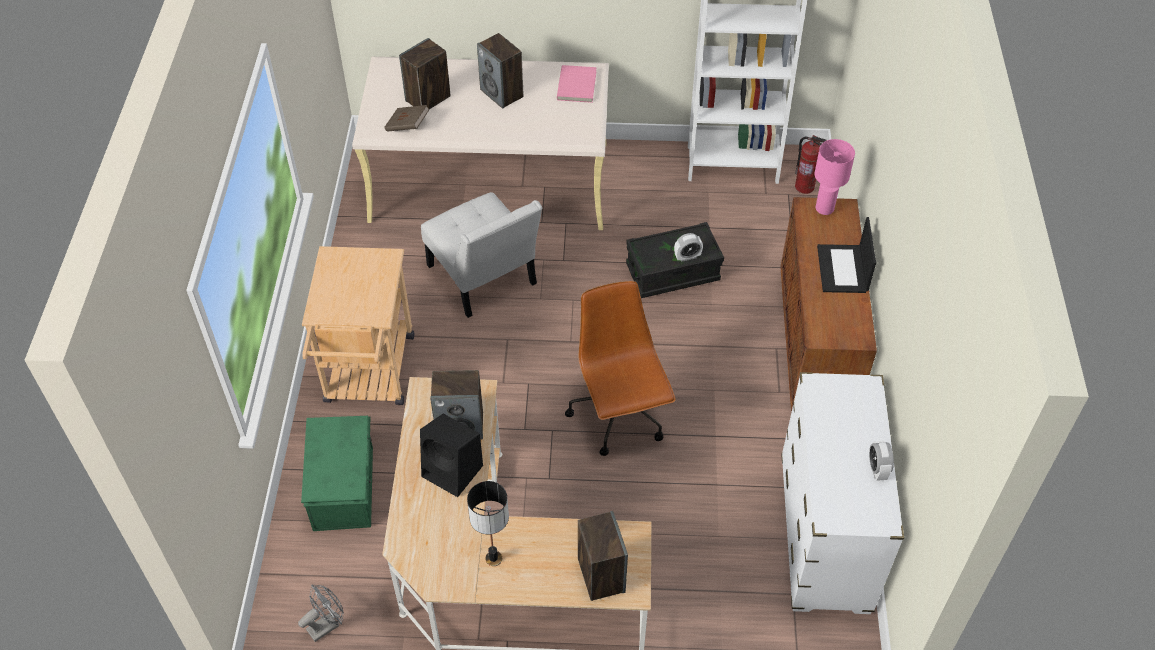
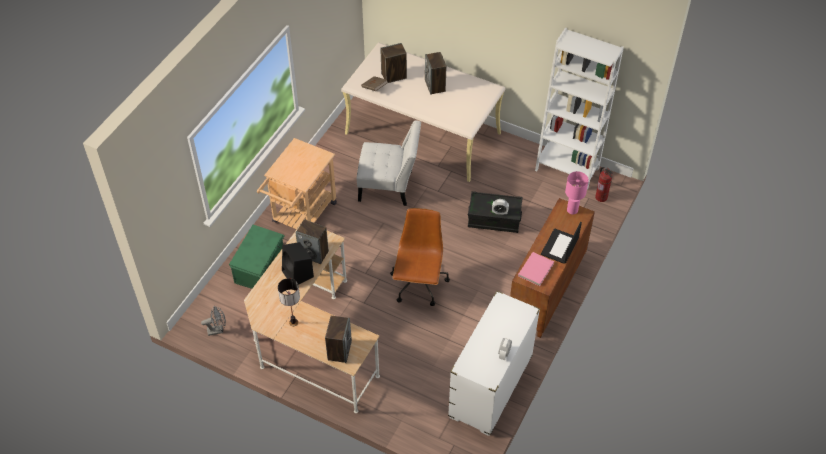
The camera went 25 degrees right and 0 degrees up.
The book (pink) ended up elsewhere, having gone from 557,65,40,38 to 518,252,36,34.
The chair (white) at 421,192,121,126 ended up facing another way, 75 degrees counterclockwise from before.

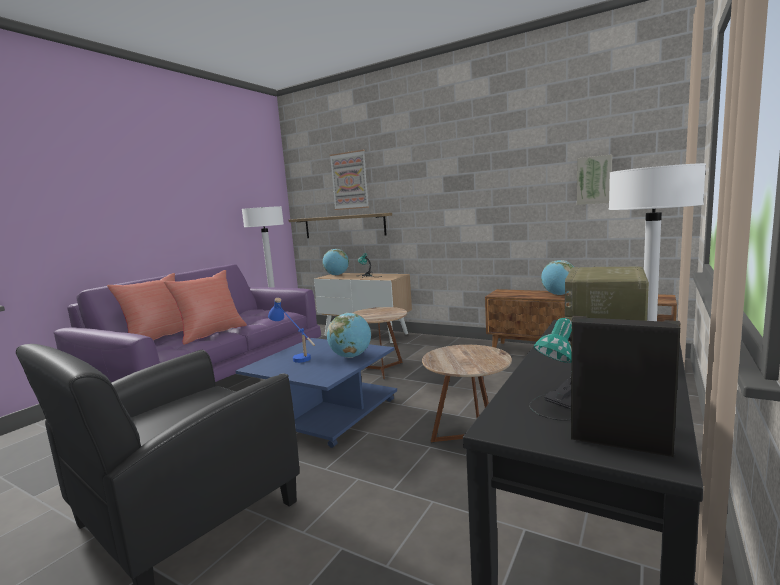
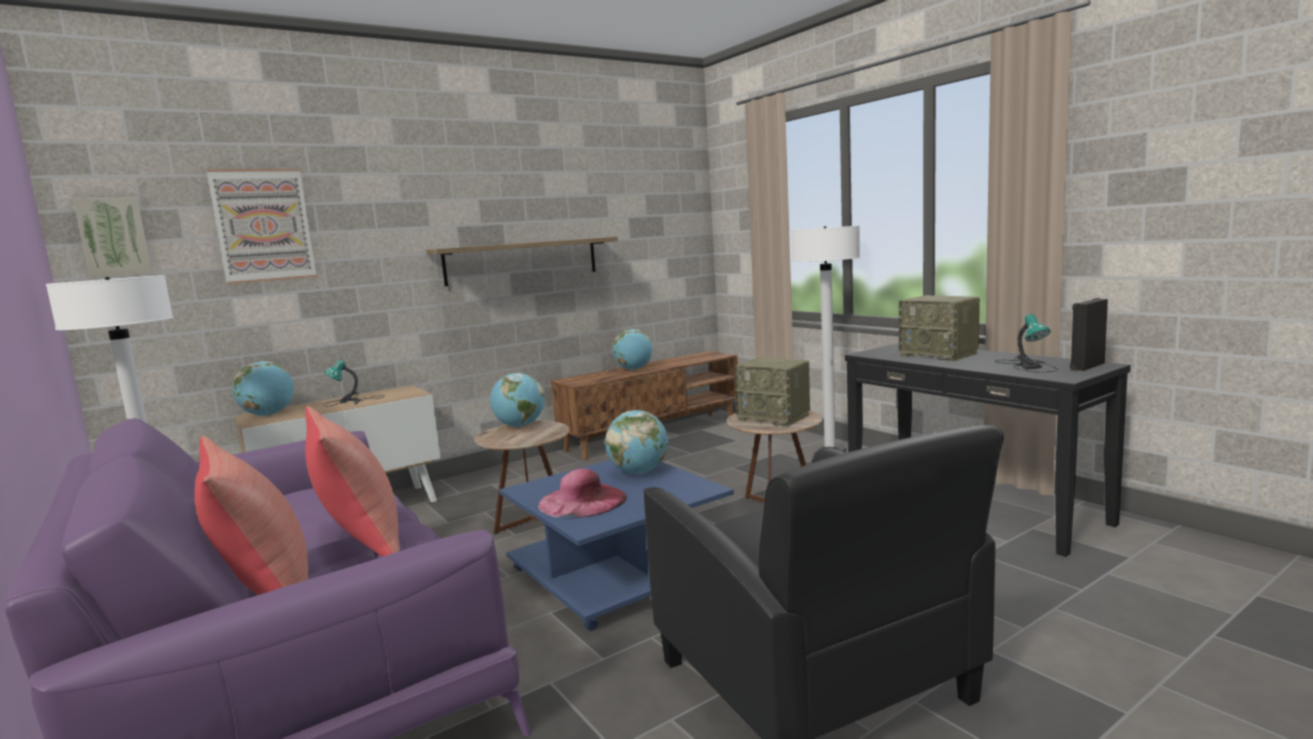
The camera went 65 degrees left and 0 degrees up.
The picture ended up elsewhere, having gone from 577,154,35,51 to 73,198,79,80.
The shelf ended up elsewhere, having gone from 289,213,103,25 to 426,237,192,49.
Where the table lamp (blue) stood at 268,298,47,65, the hat (pink) came to stand at 538,469,89,50.
The second view gained the radio at 734,357,76,69.
The second view gained the globe at 490,373,55,54.

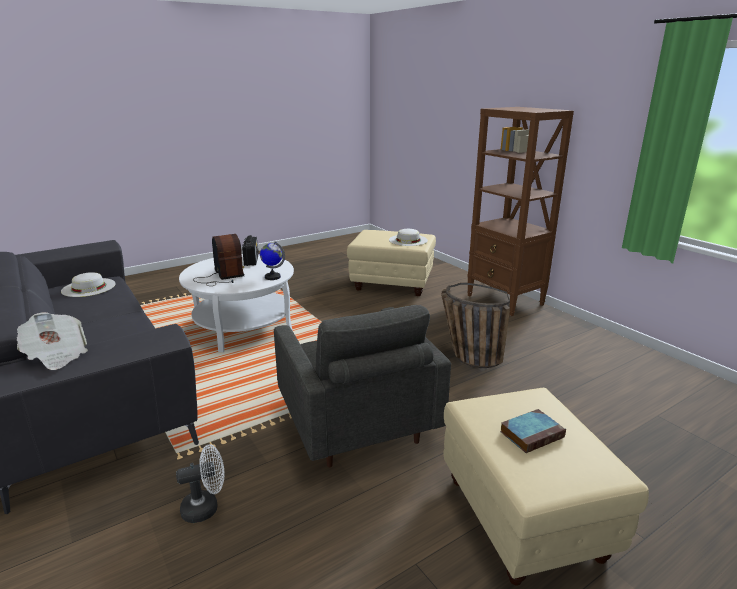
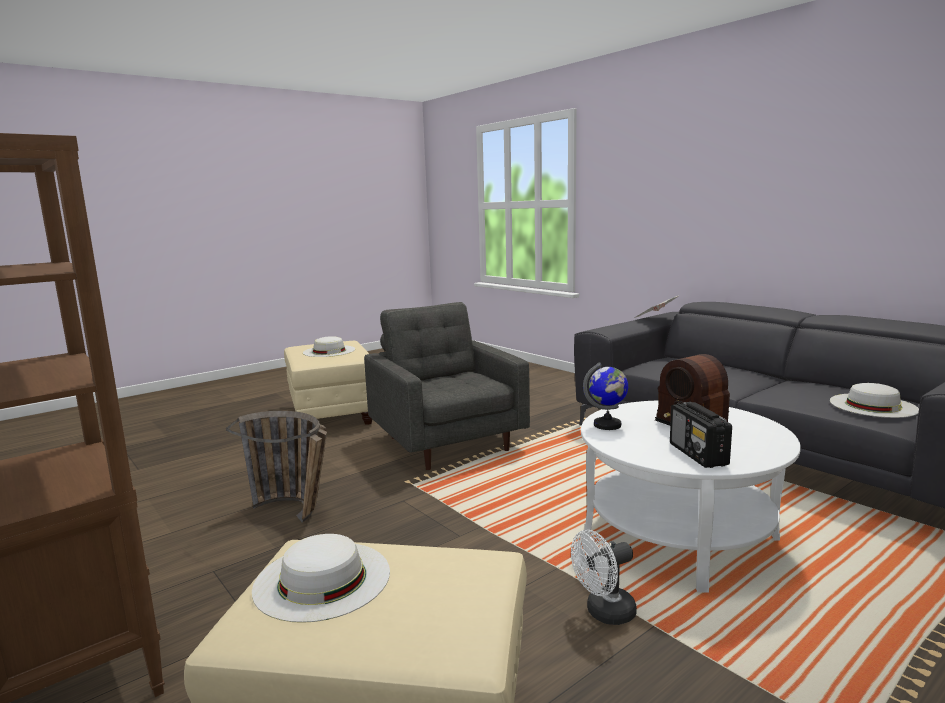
The camera went 175 degrees right and 10 degrees down.
Where the book stood at 500,409,66,44, the hat (white) came to stand at 303,336,52,21.
The fan (white) ended up elsewhere, having gone from 176,444,48,79 to 571,530,66,95.

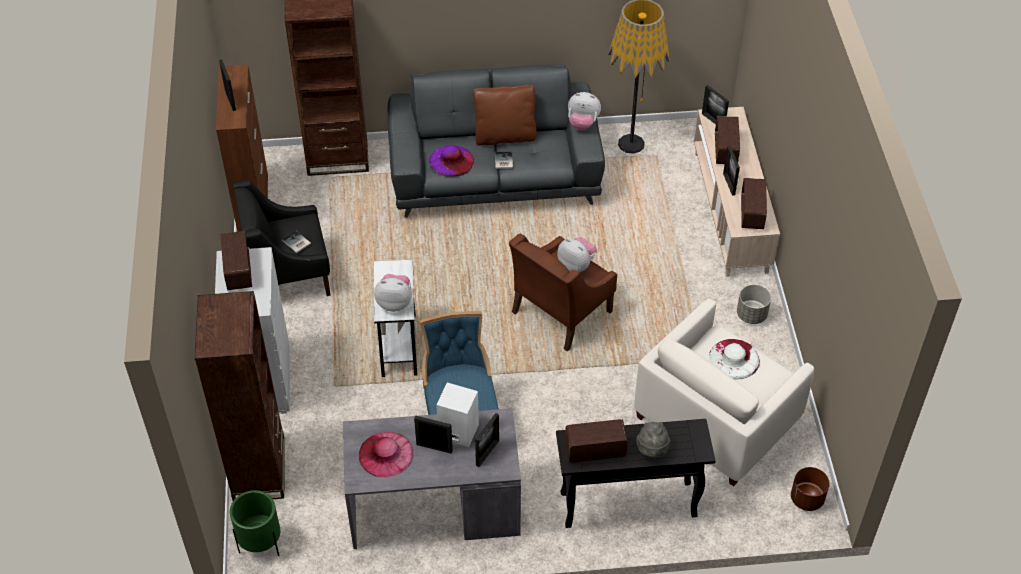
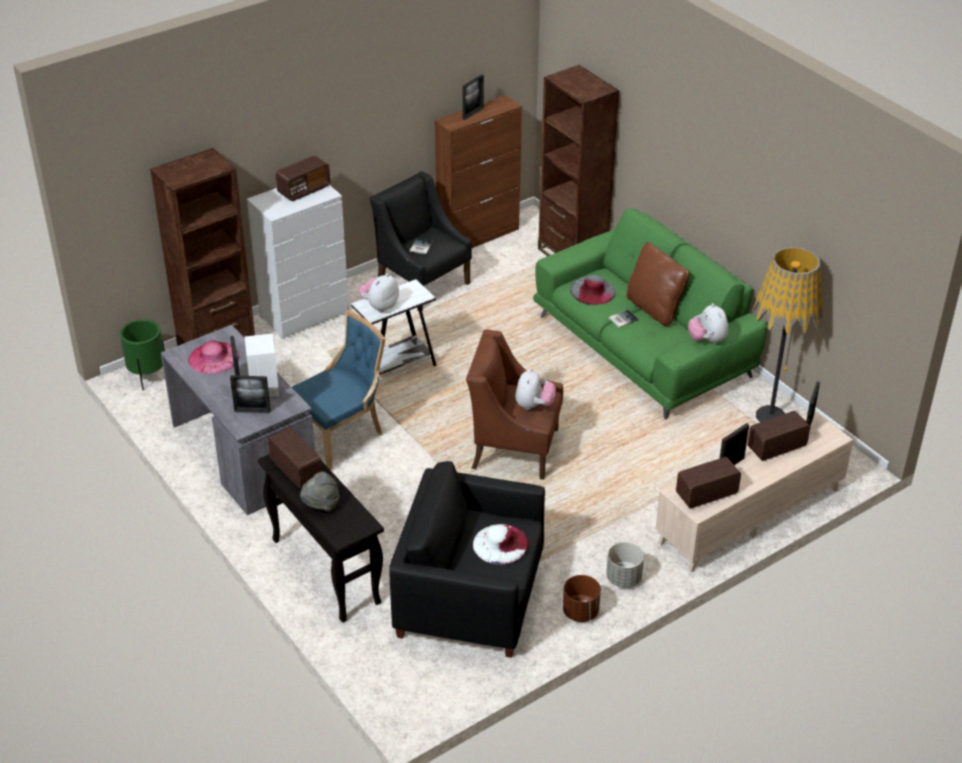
The camera went 60 degrees right and 10 degrees down.
What was the sofa (grey) at 387,64,218,154 turned into the sofa (green) at 533,208,234,212.
What was the hat (purple) at 429,145,45,32 turned into the hat (grey) at 570,275,46,30.
The plush toy at 374,274,38,38 ended up facing another way, 120 degrees counterclockwise from before.
What was the armchair (white) at 634,299,180,187 turned into the armchair (black) at 389,461,156,197.
The planter (brown) ended up elsewhere, having gone from 791,467,39,44 to 563,575,38,47.

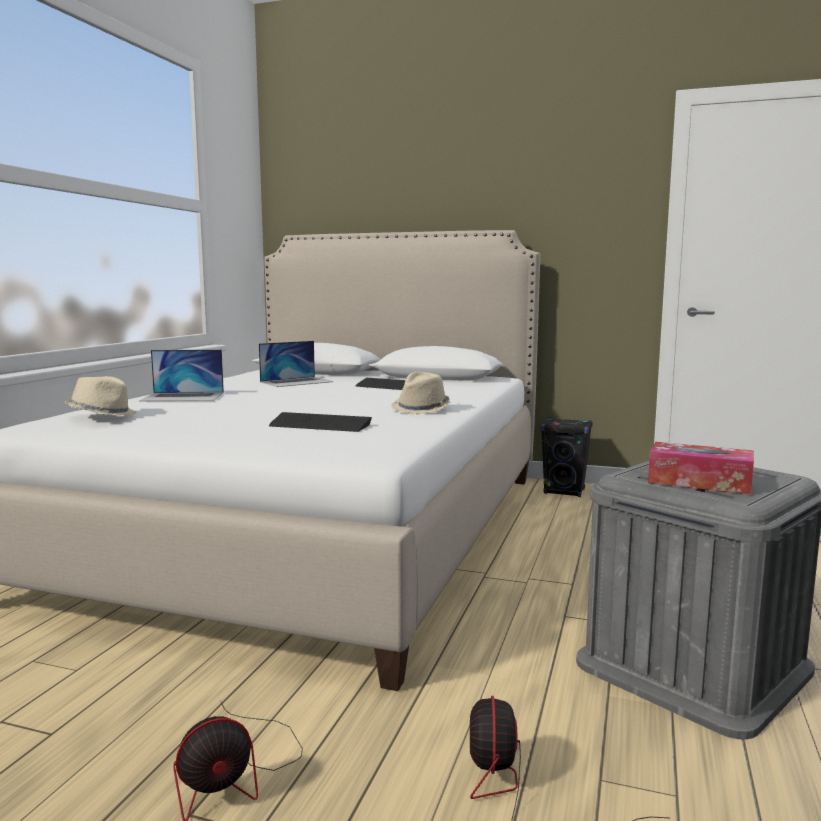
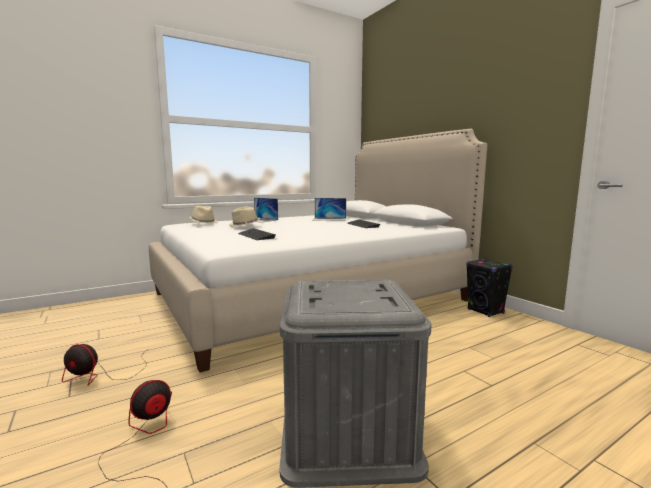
The camera went 40 degrees right and 0 degrees up.
The hat (beige) ended up elsewhere, having gone from 391,372,59,43 to 230,207,30,20.
The second view lost the tissue box at 648,442,106,52.

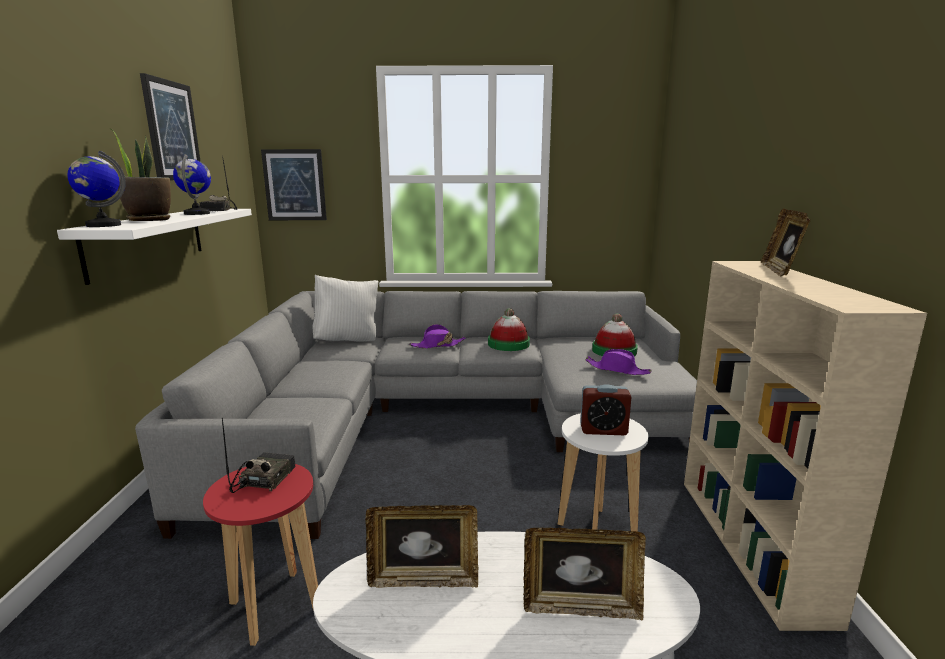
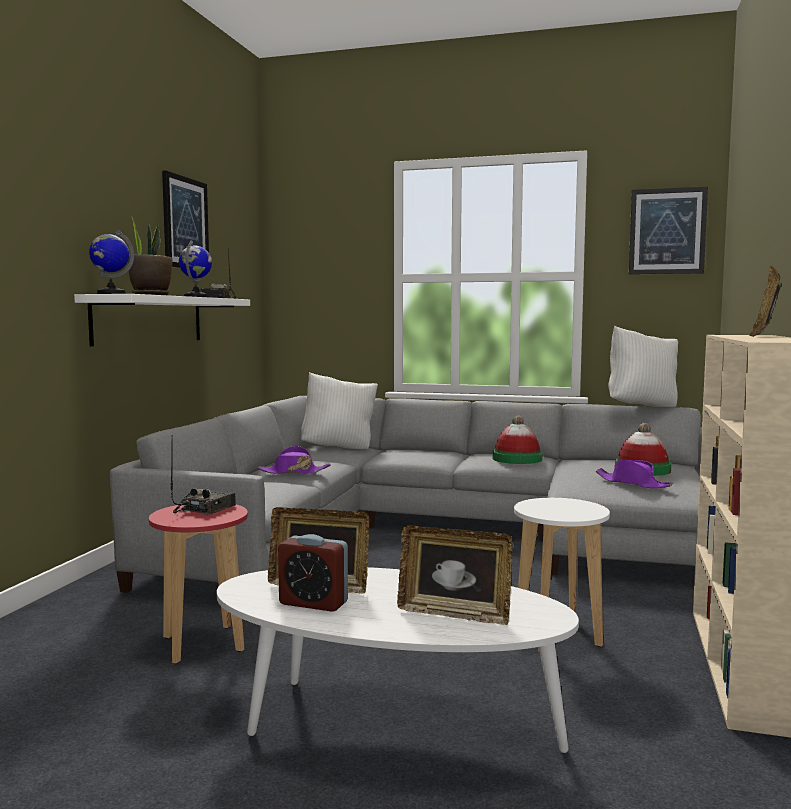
The camera went 15 degrees right and 10 degrees down.
The picture ended up elsewhere, having gone from 261,149,66,71 to 629,186,79,88.
The hat (purple) ended up elsewhere, having gone from 409,324,57,25 to 257,446,74,28.
The alarm clock ended up elsewhere, having gone from 580,384,52,51 to 278,534,70,78.
The second view gained the pillow (white) at 608,326,70,81.

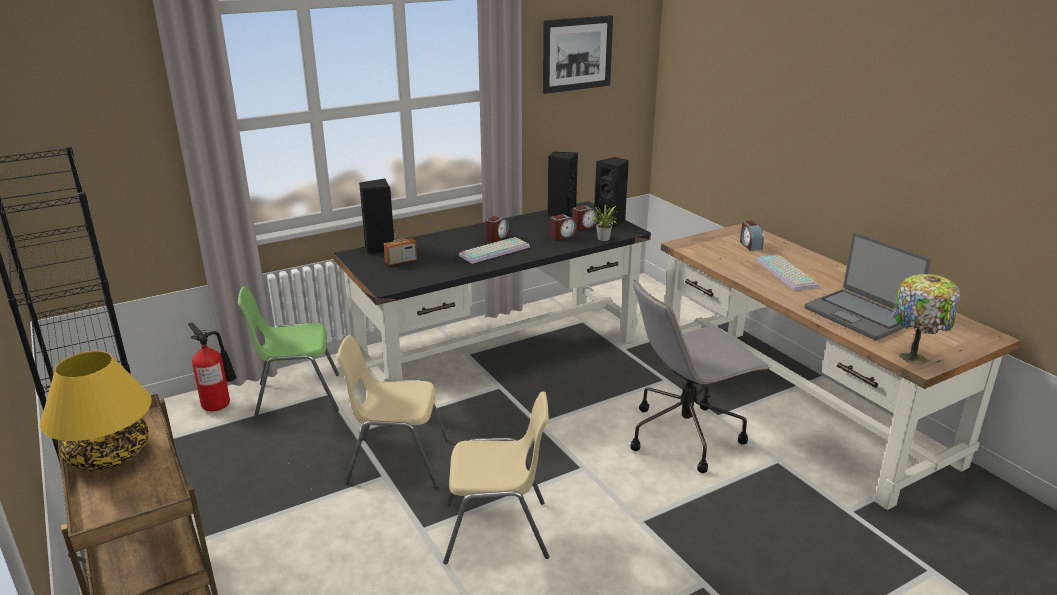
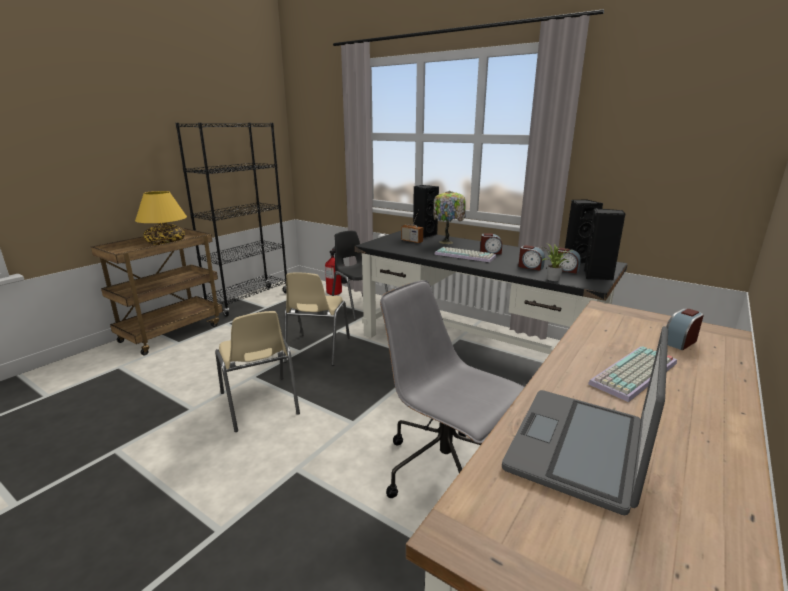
The camera went 65 degrees right and 5 degrees down.
The second view lost the picture at 543,15,70,79.
The table lamp ended up elsewhere, having gone from 893,274,67,91 to 433,191,33,53.
What was the chair (green) at 238,286,101,133 turned into the chair (black) at 332,231,56,89.
The chair (beige) at 337,335,112,153 ended up facing another way, 150 degrees counterclockwise from before.

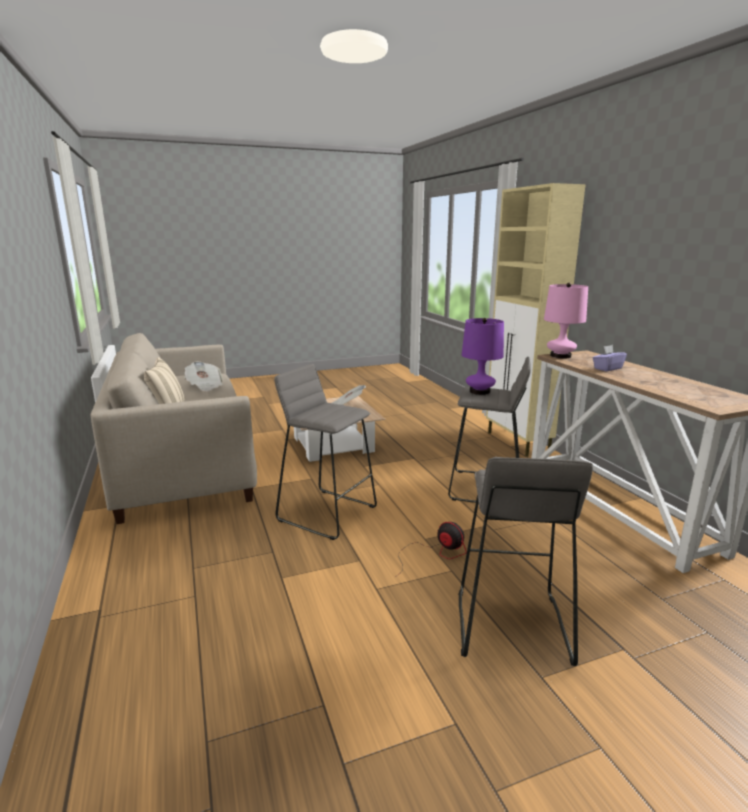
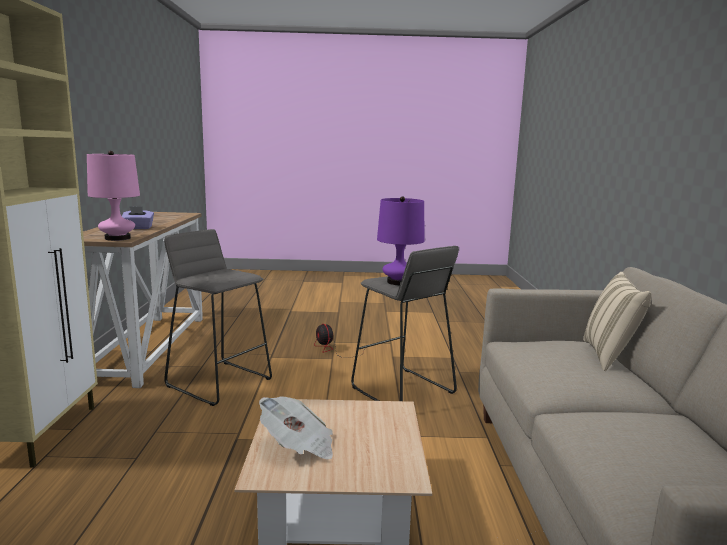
The camera went 160 degrees left and 5 degrees down.
The table lamp (purple) ended up elsewhere, having gone from 462,318,42,77 to 377,196,48,89.
The second view lost the newspaper at 185,361,38,31.
The second view lost the stool (grey) at 459,457,134,209.

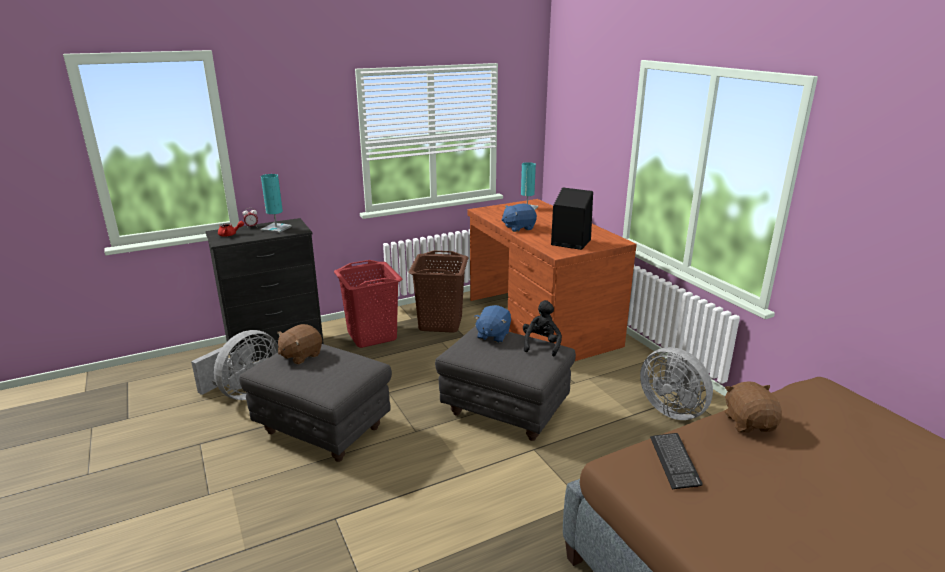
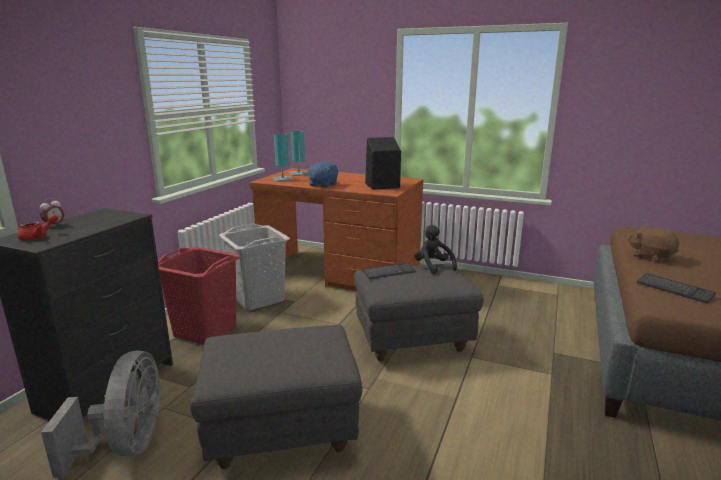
The camera went 40 degrees left and 5 degrees down.
The table lamp (turquoise) ended up elsewhere, having gone from 261,174,31,59 to 272,134,22,48.
What was the laundry basket (brown) at 408,251,60,82 turned into the laundry basket (grey) at 219,224,71,86.
Where the plush toy (blue) stood at 474,305,37,38, the keyboard came to stand at 363,263,53,16.
The second view lost the plush toy (brown) at 277,324,45,41.
The second view lost the fan (grey) at 640,347,73,73.

